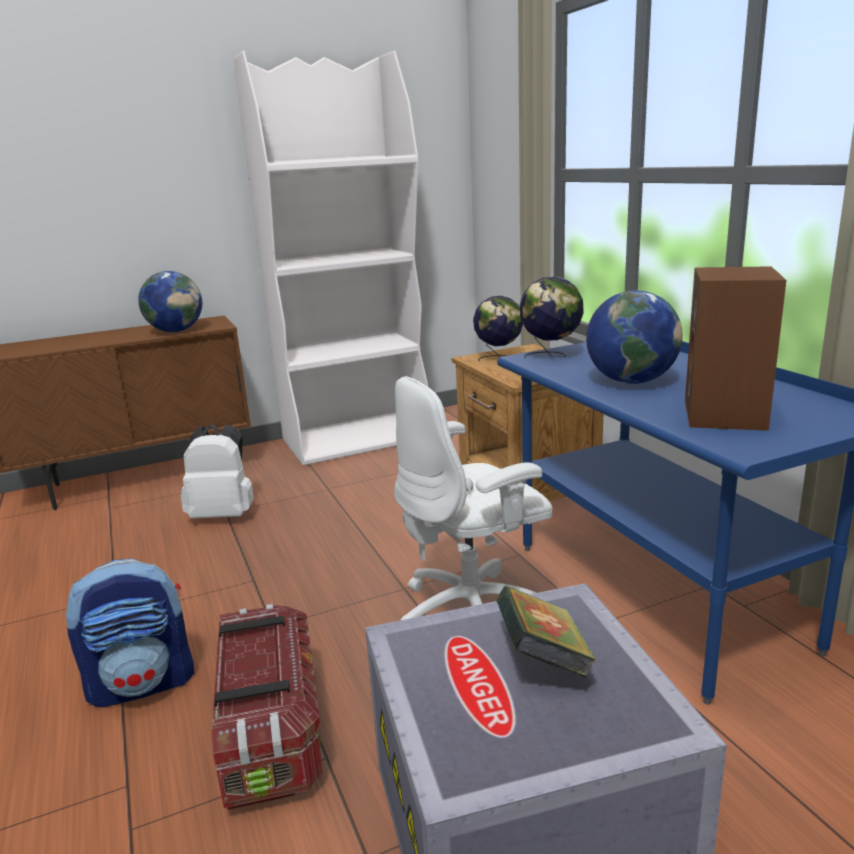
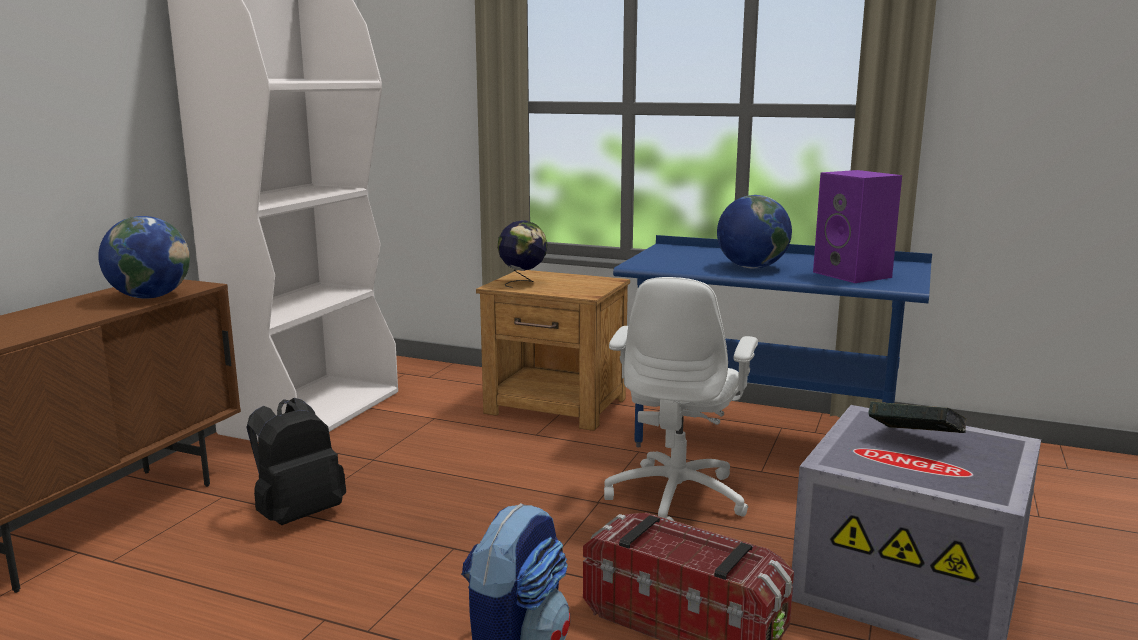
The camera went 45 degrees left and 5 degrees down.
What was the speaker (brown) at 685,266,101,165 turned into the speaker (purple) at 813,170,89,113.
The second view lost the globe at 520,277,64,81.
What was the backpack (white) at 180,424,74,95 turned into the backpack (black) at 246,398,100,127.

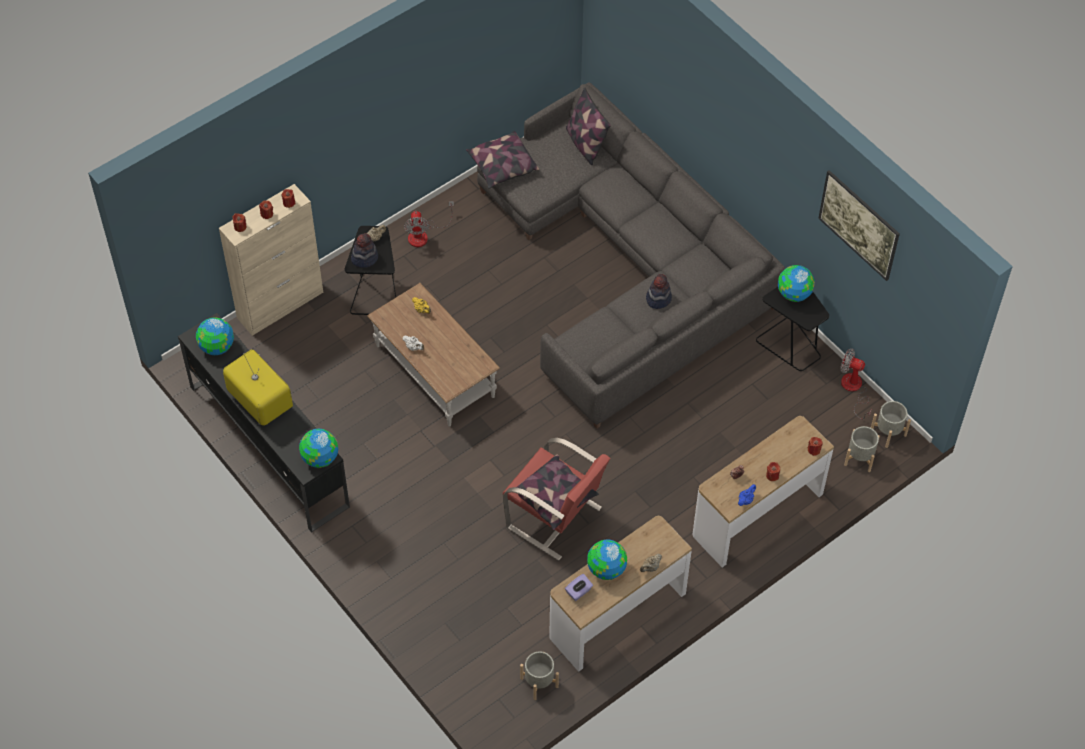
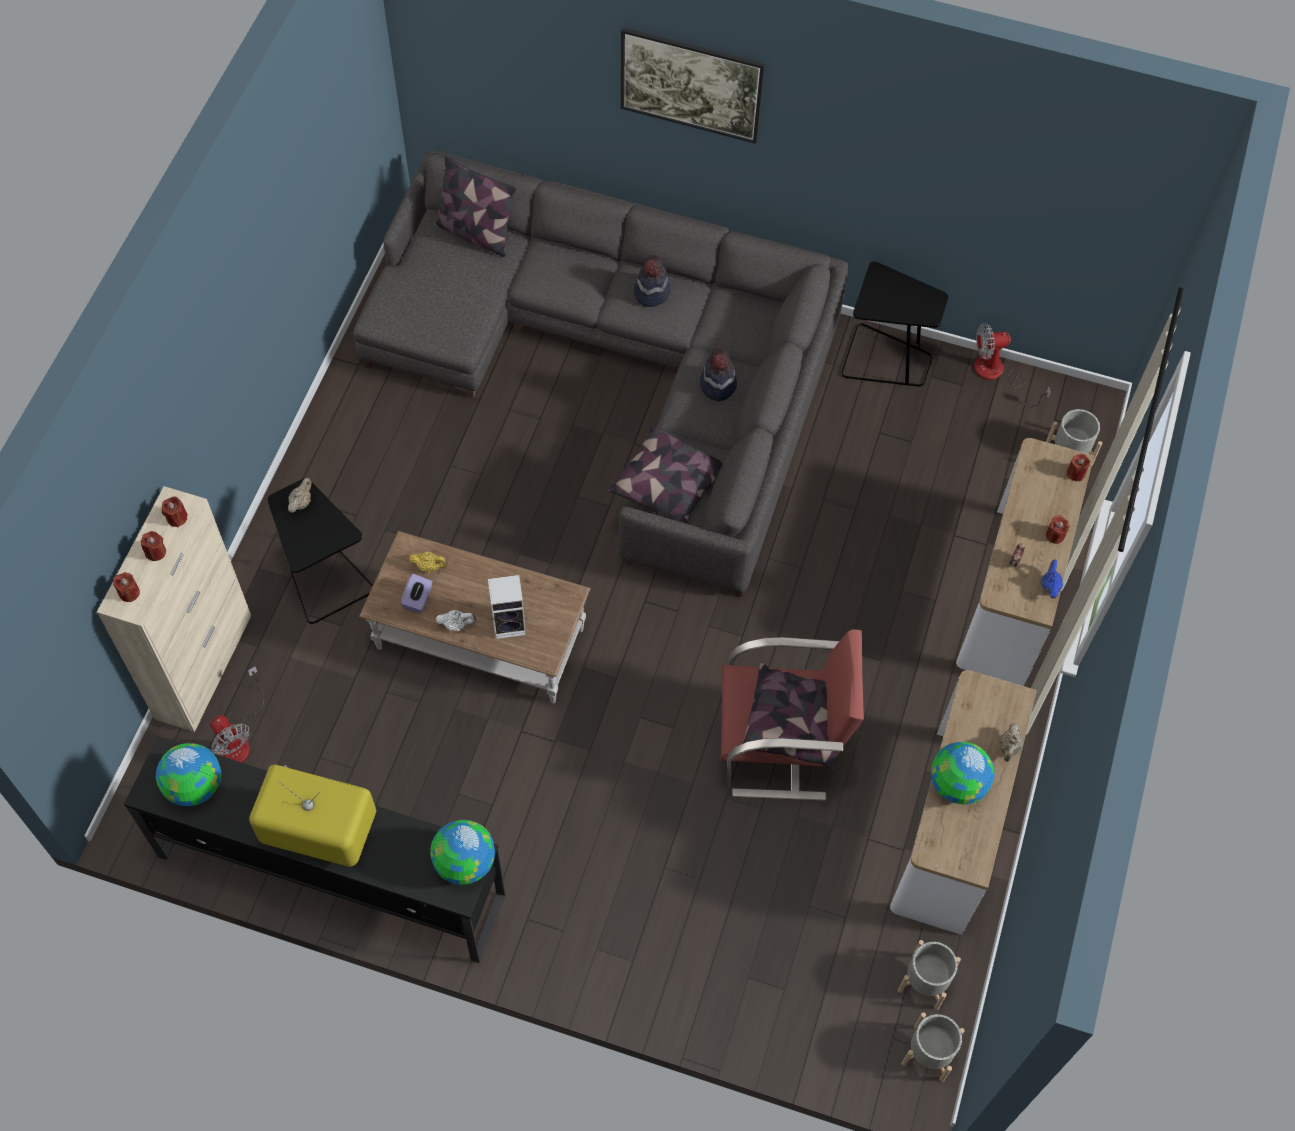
The camera went 35 degrees left and 5 degrees up.
The pillow ended up elsewhere, having gone from 466,131,74,58 to 607,426,116,97.
The picture ended up elsewhere, having gone from 818,170,82,111 to 621,28,144,116.
The fan ended up elsewhere, having gone from 404,201,50,46 to 210,666,54,97.
The hat ended up elsewhere, having gone from 351,233,27,35 to 634,255,36,52.
The second view lost the globe at 778,265,37,37.
The planter (grey) ended up elsewhere, having gone from 871,401,40,47 to 901,1012,64,70.
The tissue box (purple) ended up elsewhere, having gone from 565,574,28,27 to 401,574,32,39.
The second view gained the speaker at 488,575,38,64.

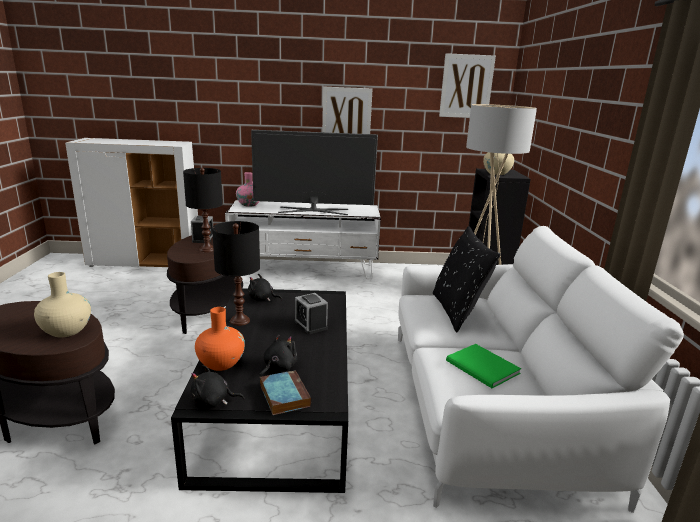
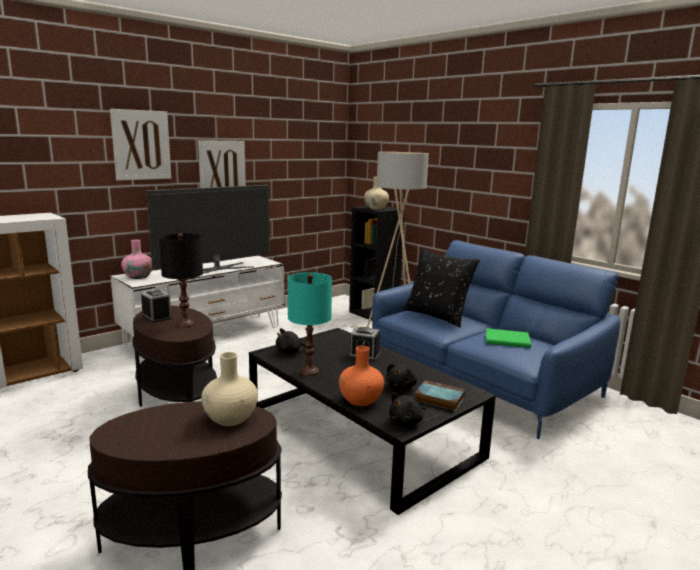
The camera went 40 degrees left and 5 degrees down.
The picture ended up elsewhere, having gone from 439,53,57,65 to 110,109,61,72.
What was the table lamp (black) at 212,221,48,105 turned into the table lamp (turquoise) at 288,272,44,104.
What was the sofa (white) at 398,226,286,287 turned into the sofa (blue) at 372,240,248,199.
The plush toy (black) at 259,334,38,44 ended up facing another way, 150 degrees counterclockwise from before.

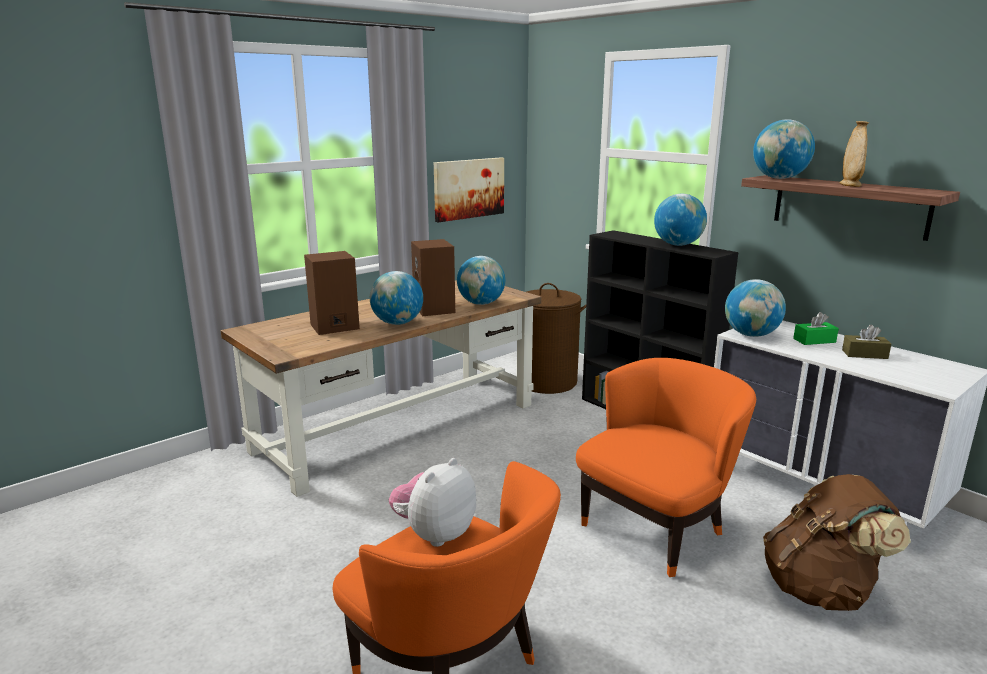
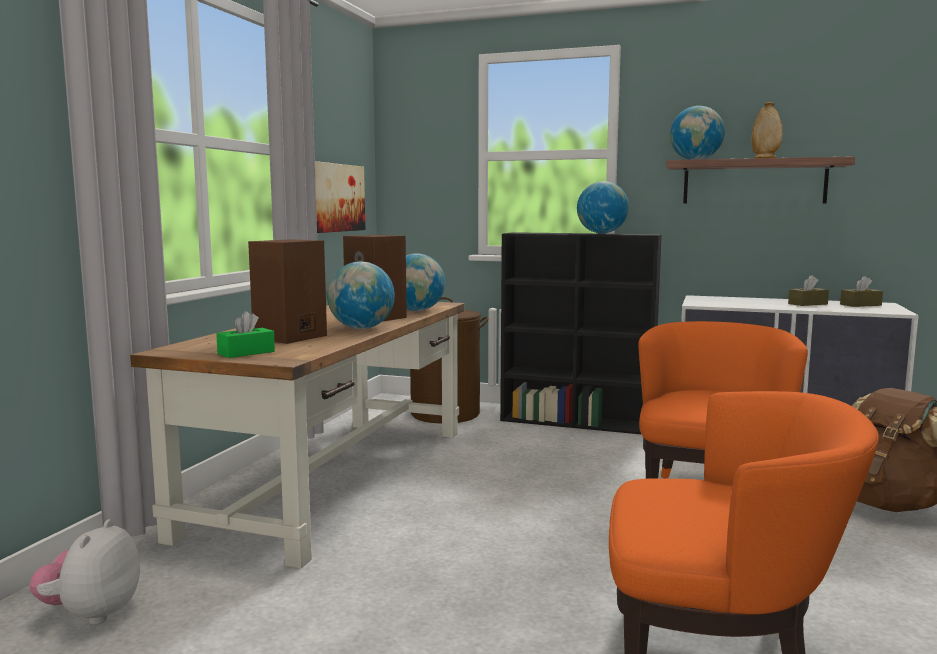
The camera went 30 degrees left and 10 degrees down.
The second view lost the globe at 725,279,61,58.
The tissue box (green) ended up elsewhere, having gone from 793,312,46,33 to 216,311,59,47.
The plush toy ended up elsewhere, having gone from 389,458,87,89 to 29,519,111,106.
The second view gained the tissue box (brown) at 840,276,43,31.

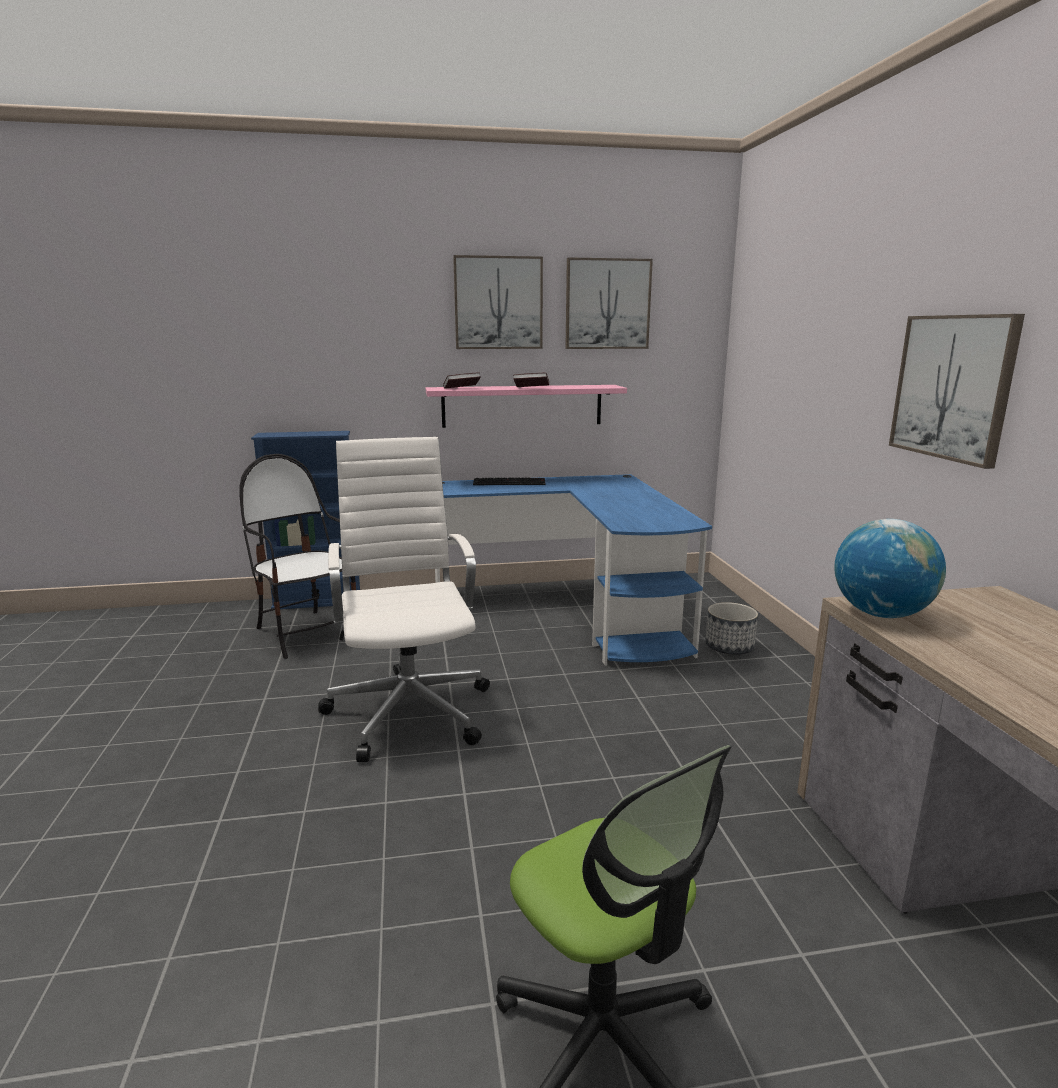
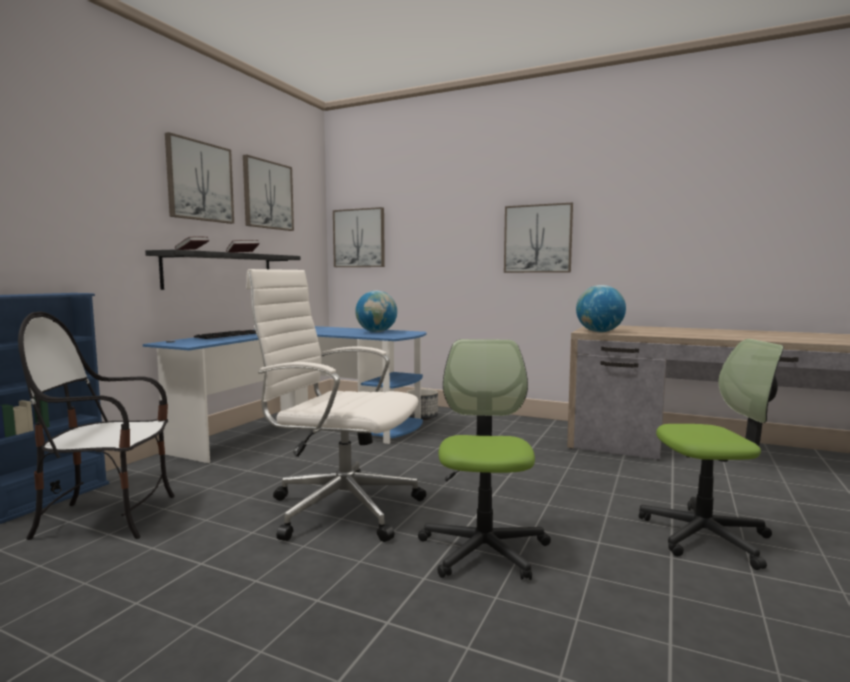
The camera went 55 degrees left and 10 degrees down.
What was the shelf (pink) at 426,385,201,43 turned into the shelf (black) at 145,250,155,40.
The second view gained the picture at 333,207,52,60.
The second view gained the globe at 355,291,42,41.
The second view gained the office chair at 418,339,133,241.

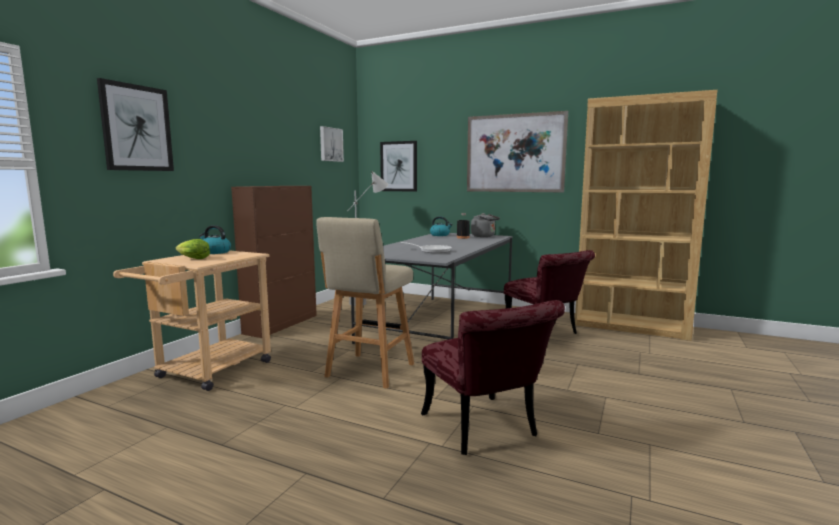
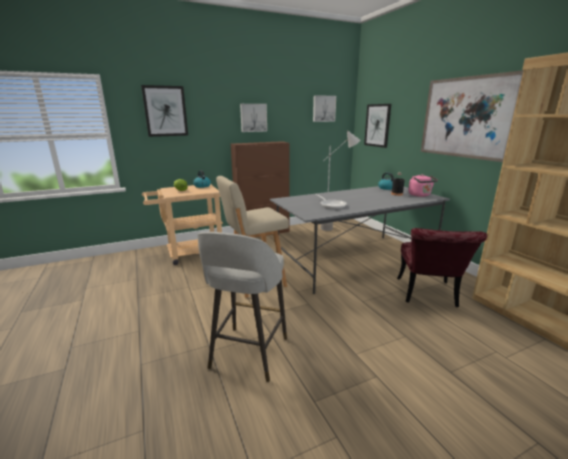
The camera went 40 degrees right and 10 degrees up.
What was the kettle (grey) at 471,213,29,24 turned into the kettle (pink) at 408,174,30,23.
Where the chair (red) stood at 421,300,144,155, the stool (grey) came to stand at 197,232,90,150.
The second view gained the picture at 240,104,27,28.

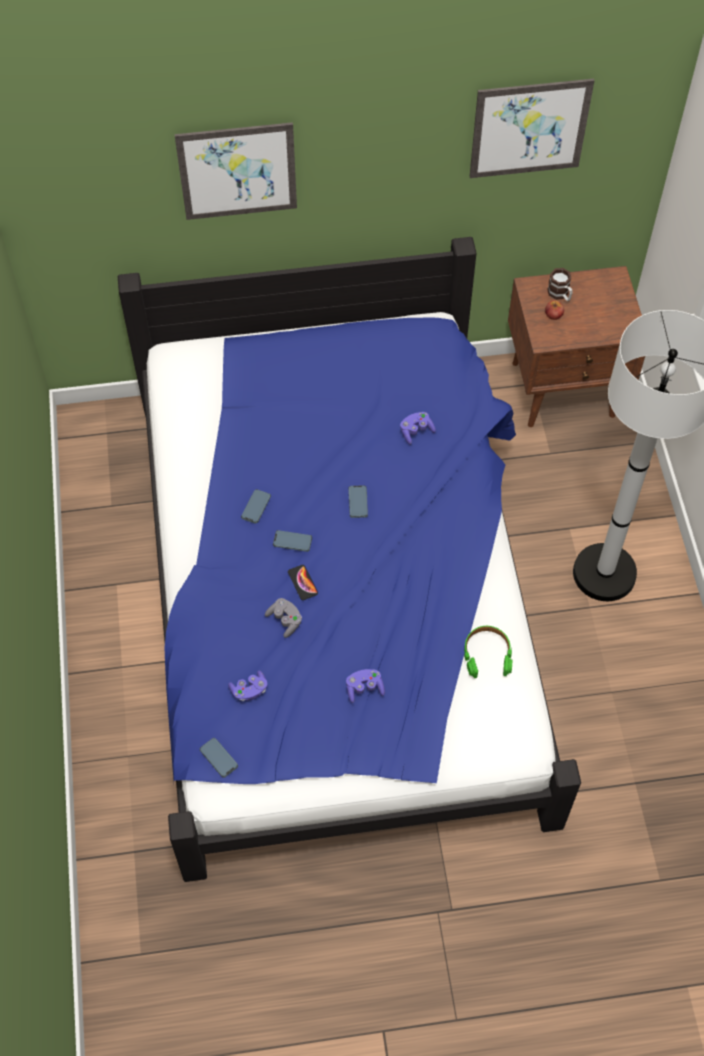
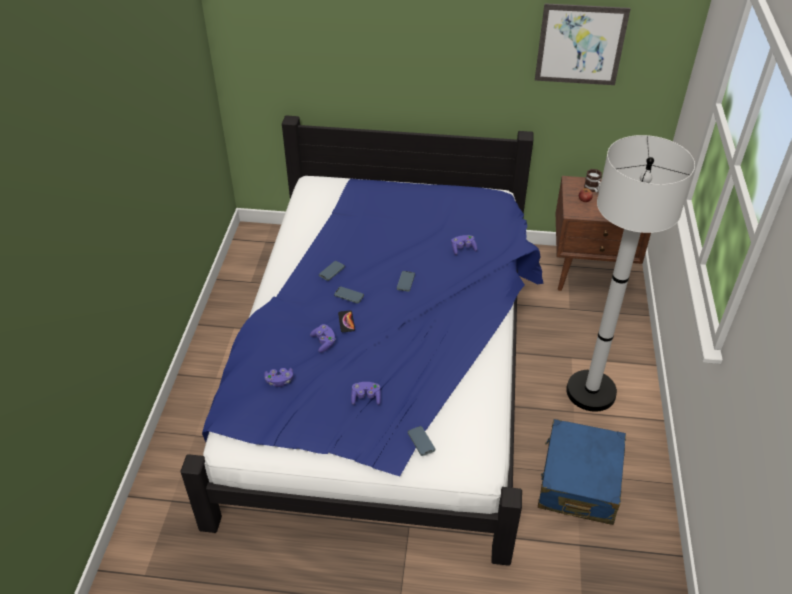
The camera went 15 degrees right and 15 degrees down.
The second view lost the picture at 174,122,123,98.
What was the game controller (grey) at 265,598,37,40 turned into the game controller (purple) at 310,324,26,29.
The second view lost the headphones (green) at 464,626,48,52.
The phone ended up elsewhere, having gone from 200,738,38,40 to 408,426,27,30.
The second view gained the suitcase (blue) at 538,419,88,106.

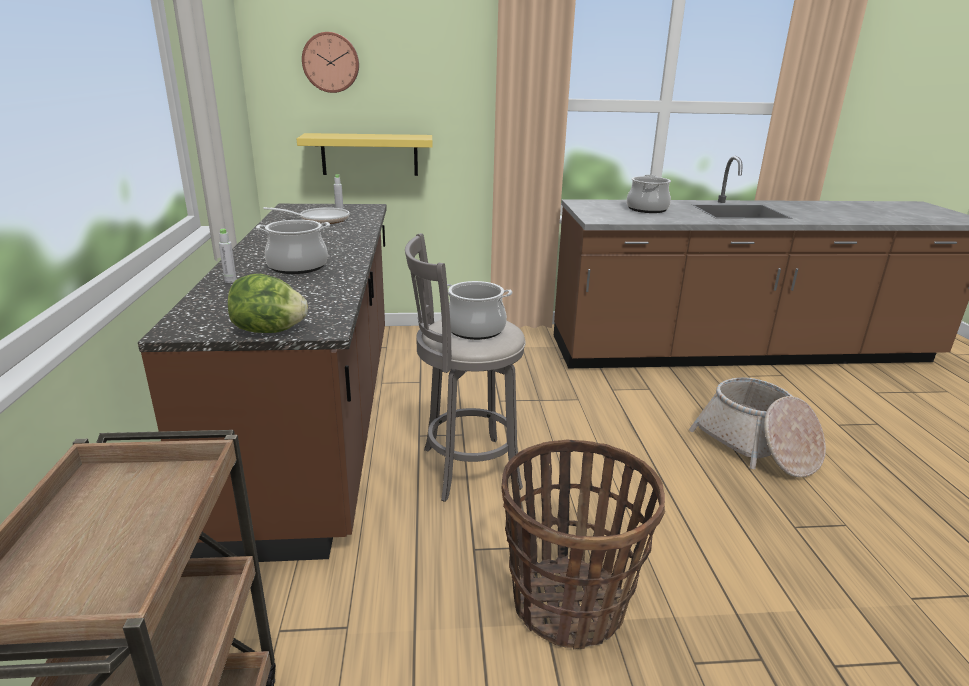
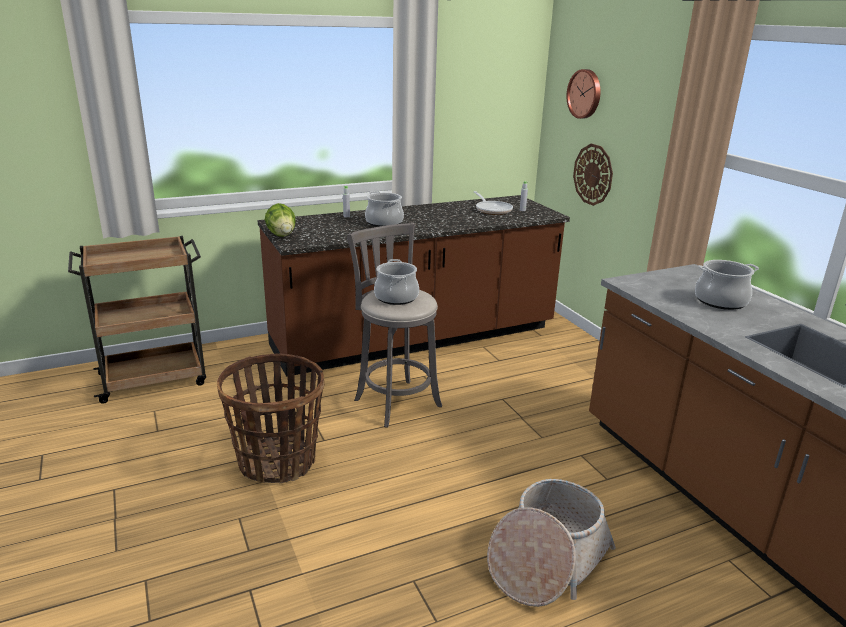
The camera went 70 degrees right and 0 degrees up.
Where the shelf (yellow) hung at 297,133,136,43, the wall clock came to hang at 573,144,40,62.

